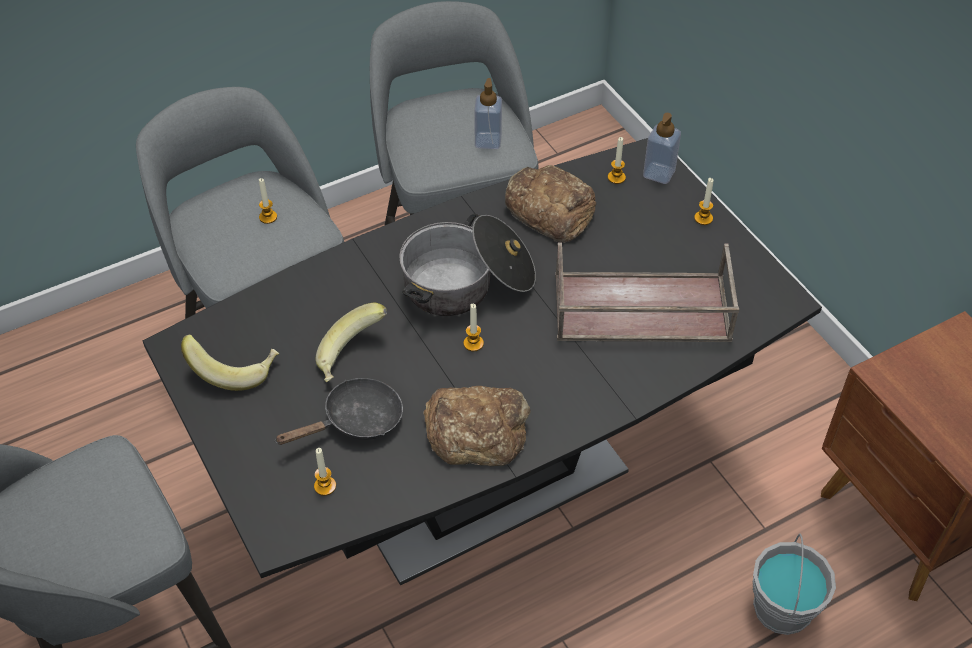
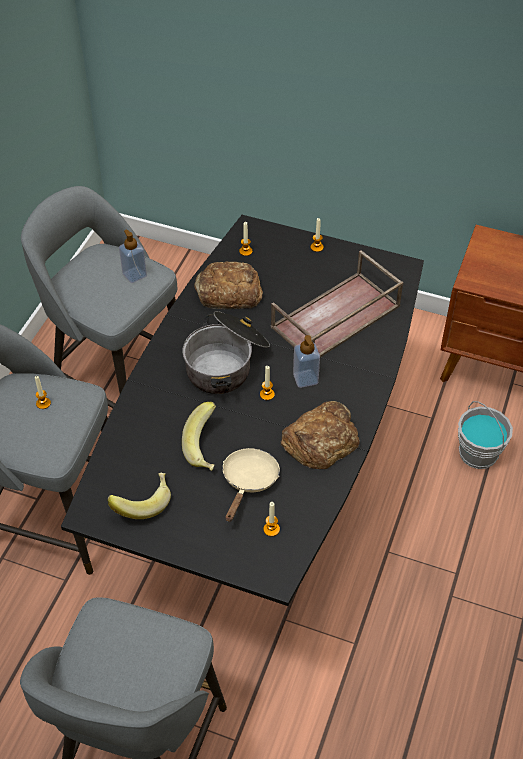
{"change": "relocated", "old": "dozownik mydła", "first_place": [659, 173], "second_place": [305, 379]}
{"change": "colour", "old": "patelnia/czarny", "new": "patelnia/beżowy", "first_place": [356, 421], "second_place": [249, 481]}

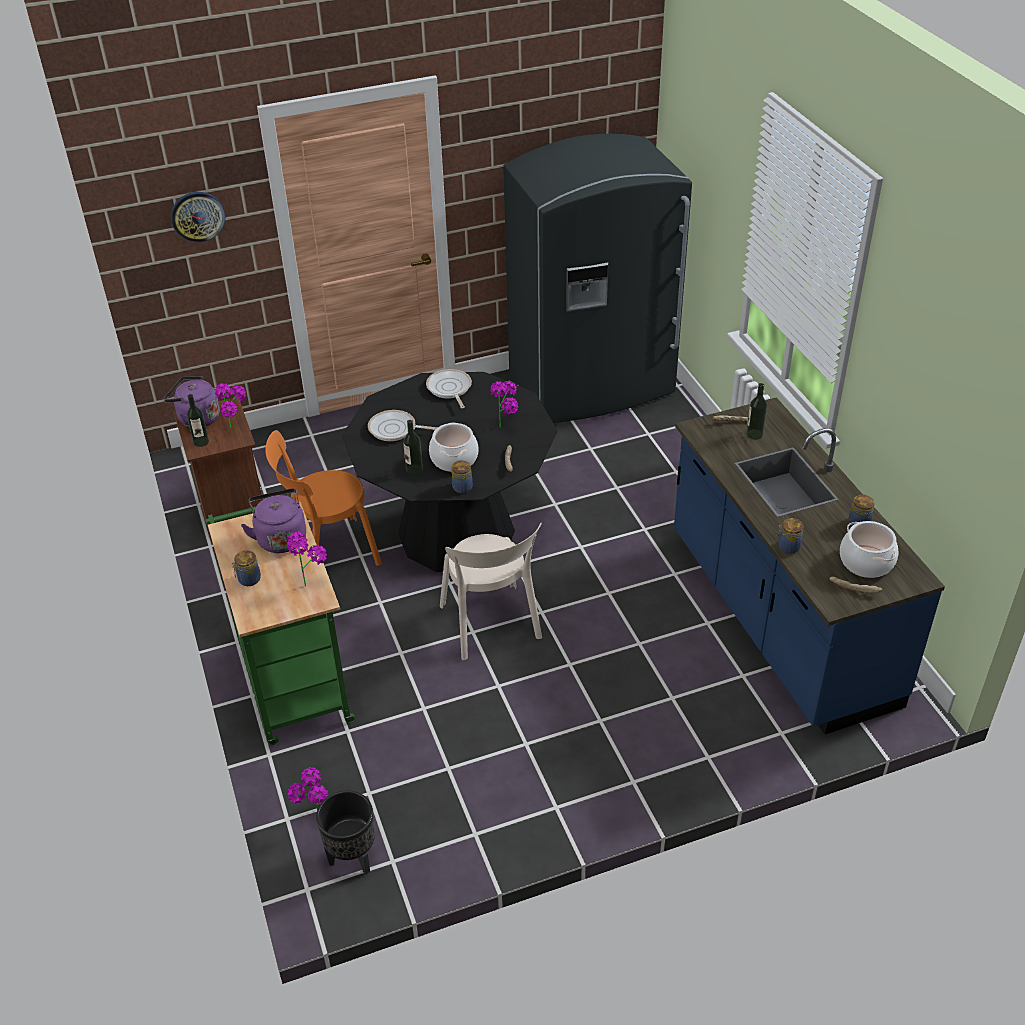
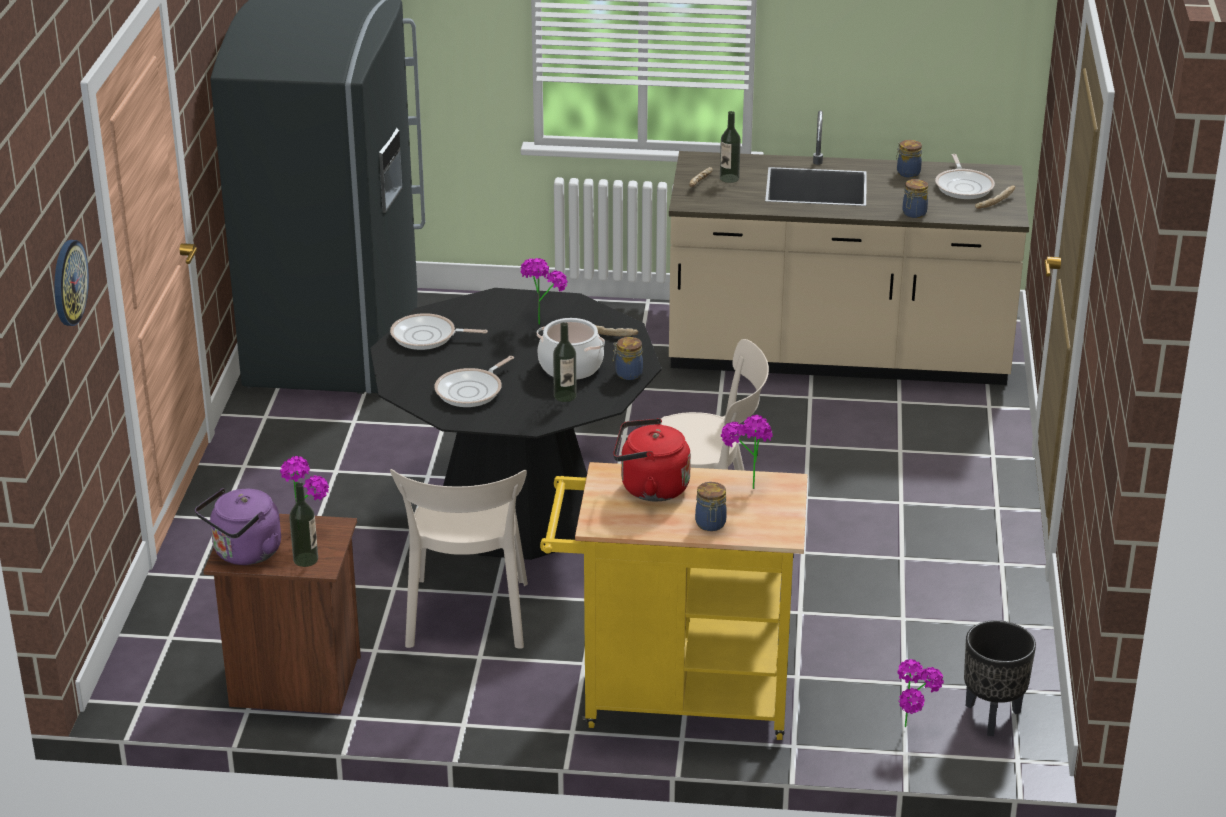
{"change": "colour", "old": "zabudowa kuchenna/niebieski", "new": "zabudowa kuchenna/beżowy", "first_place": [778, 619], "second_place": [838, 357]}
{"change": "colour", "old": "krzesło/pomarańczowy", "new": "krzesło/beżowy", "first_place": [328, 554], "second_place": [467, 619]}
{"change": "colour", "old": "czajnik/fioletowy", "new": "czajnik/czerwony", "first_place": [280, 537], "second_place": [650, 488]}
{"change": "colour", "old": "wózek/zielony", "new": "wózek/żółty", "first_place": [292, 676], "second_place": [673, 698]}
{"change": "exchanged", "old": "garnek", "new": "patelnia", "first_place": [866, 562], "second_place": [964, 186]}

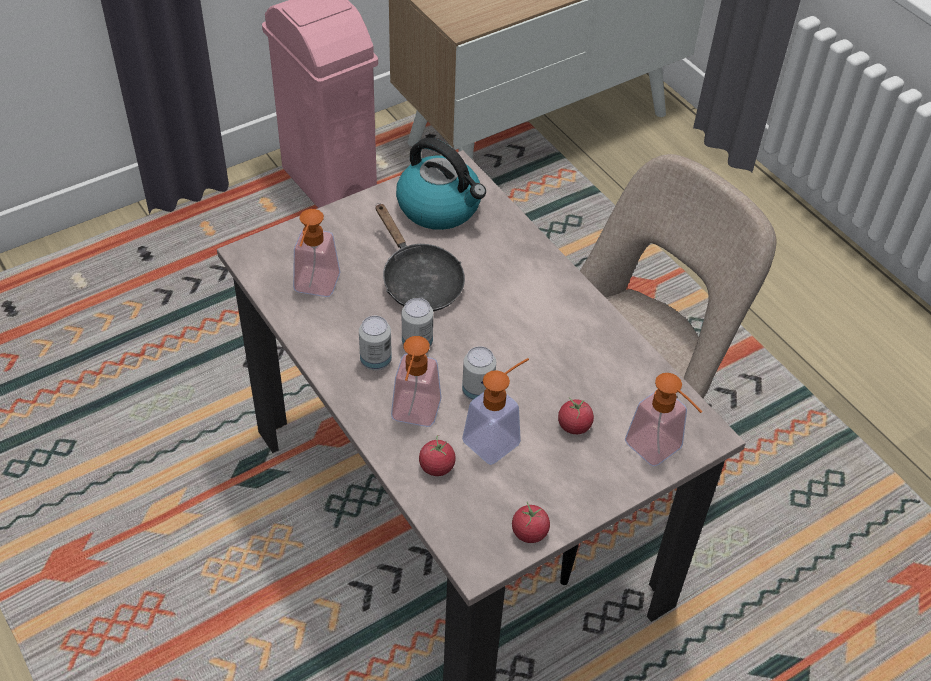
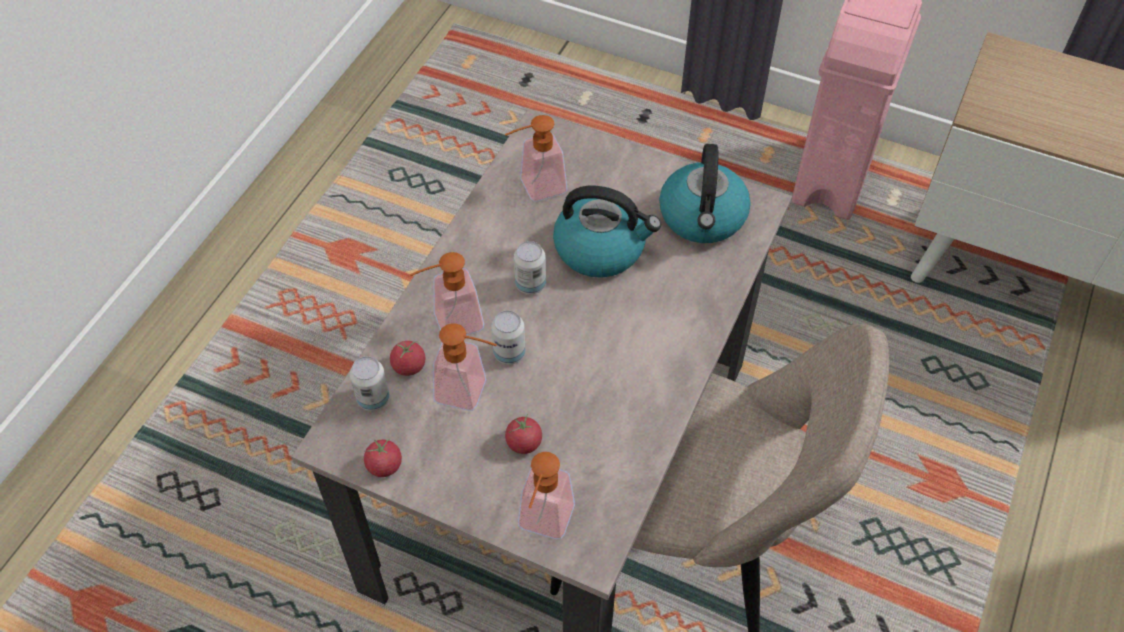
{"change": "exchanged", "old": "patelnia/czarny", "new": "czajnik", "first_place": [418, 281], "second_place": [601, 249]}
{"change": "relocated", "old": "puszka", "first_place": [376, 361], "second_place": [373, 399]}

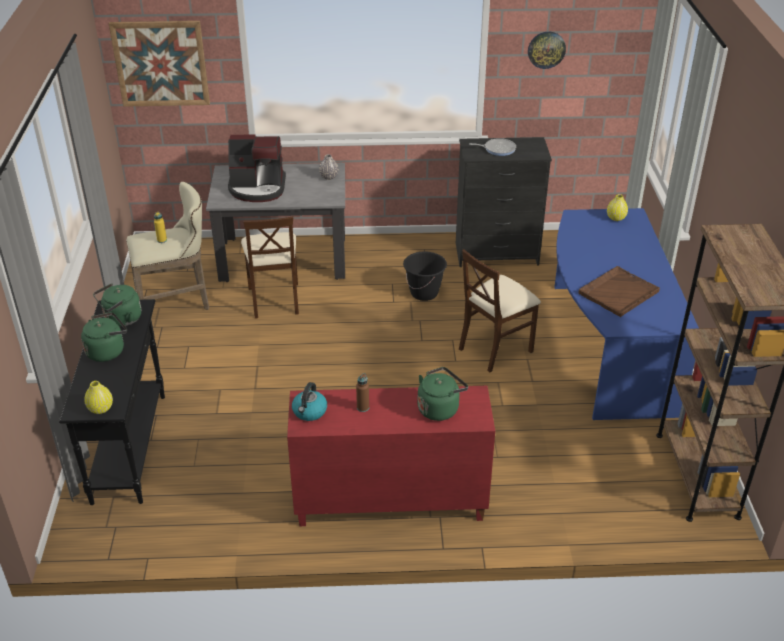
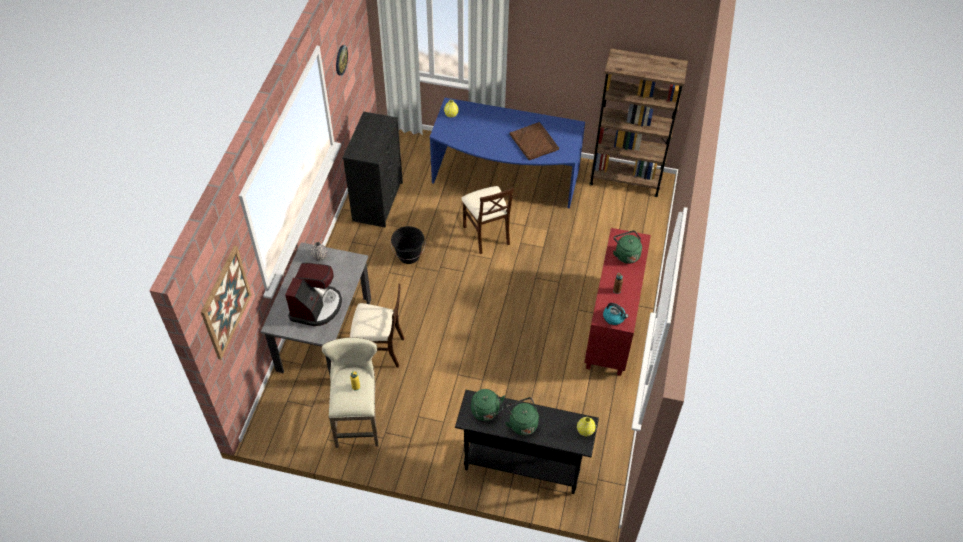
{"change": "missing", "old": "patelnia", "first_place": [498, 149]}

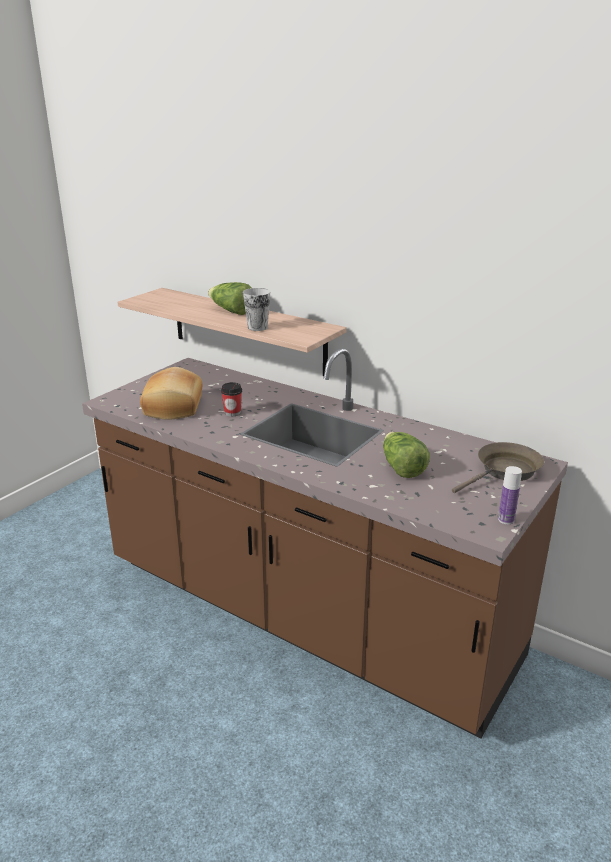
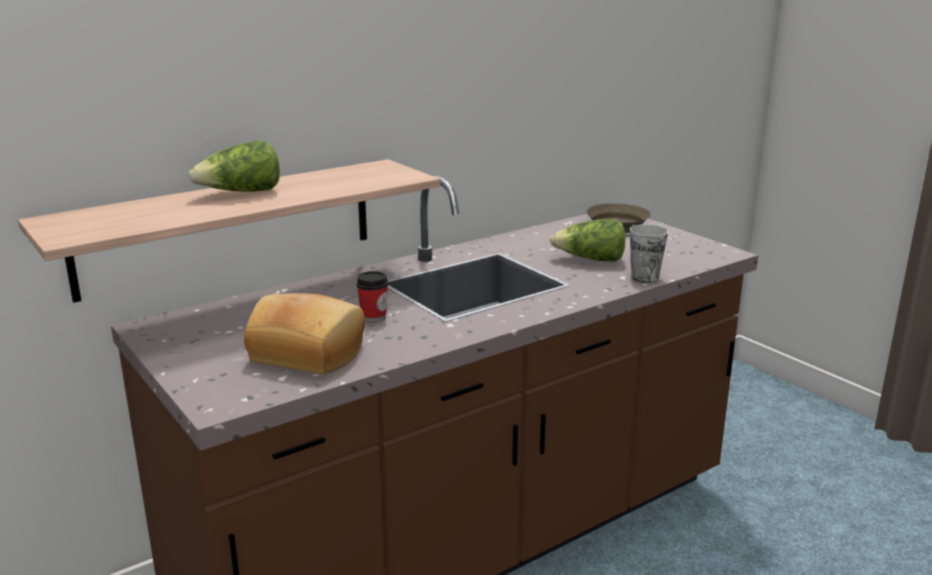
{"change": "relocated", "old": "filiżanka", "first_place": [257, 327], "second_place": [645, 277]}
{"change": "missing", "old": "butelka", "first_place": [506, 519]}

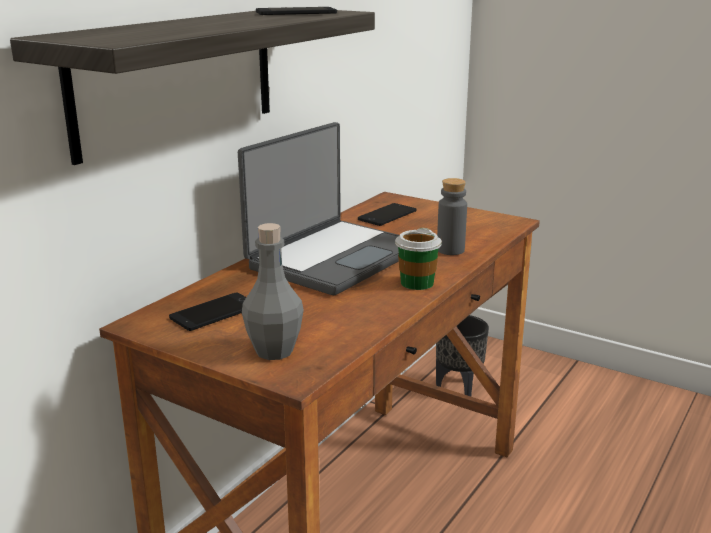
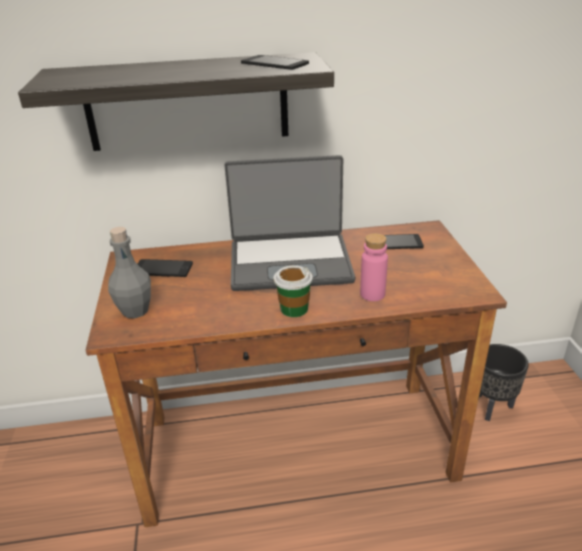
{"change": "colour", "old": "butelka/szary", "new": "butelka/różowy", "first_place": [450, 250], "second_place": [372, 294]}

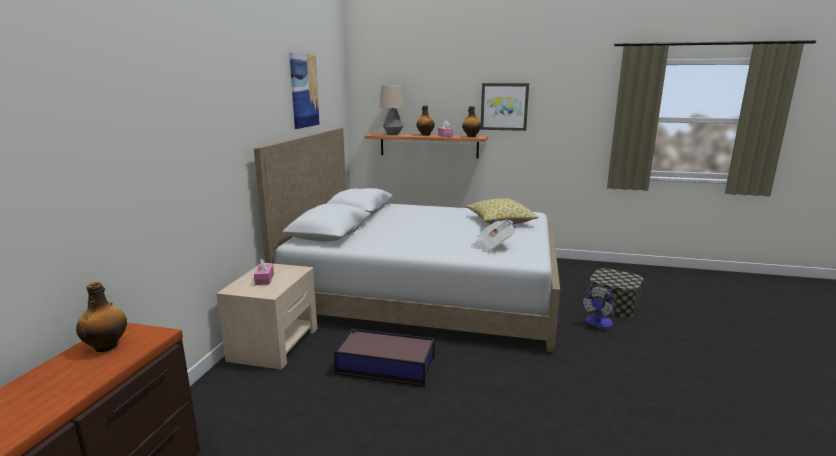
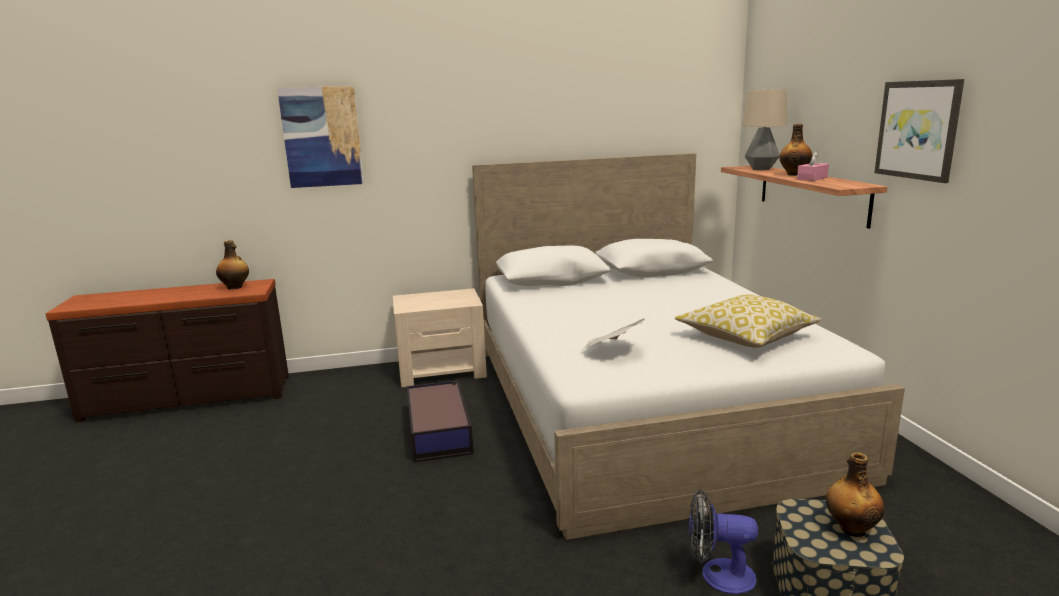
{"change": "relocated", "old": "obraz", "first_place": [304, 91], "second_place": [322, 137]}
{"change": "relocated", "old": "butelka", "first_place": [471, 136], "second_place": [851, 528]}
{"change": "missing", "old": "pudełko chusteczek/różowy", "first_place": [264, 279]}

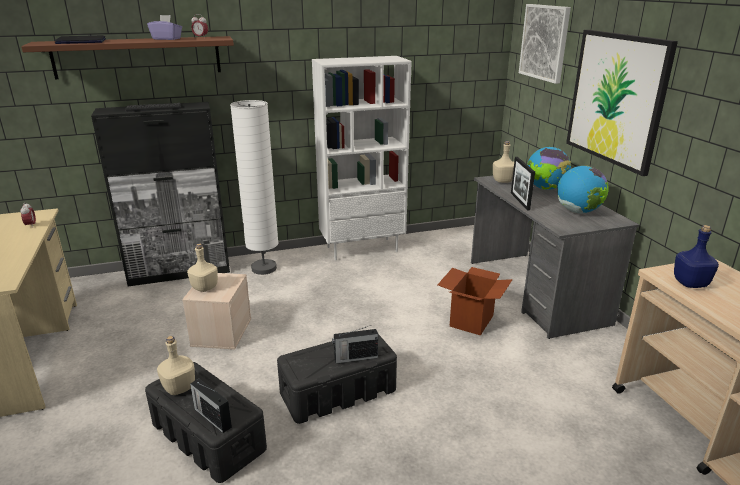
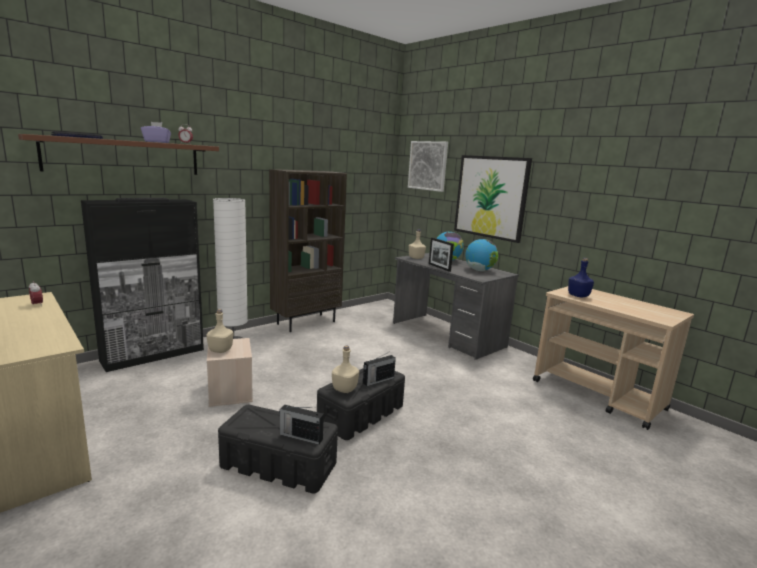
{"change": "colour", "old": "regał/biały", "new": "regał/brązowy", "first_place": [362, 248], "second_place": [306, 322]}
{"change": "missing", "old": "karton", "first_place": [471, 320]}
{"change": "relocated", "old": "butelka/beżowy", "first_place": [180, 387], "second_place": [345, 389]}

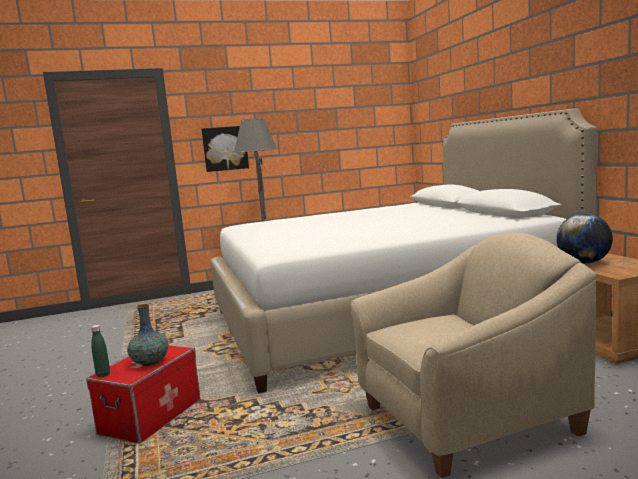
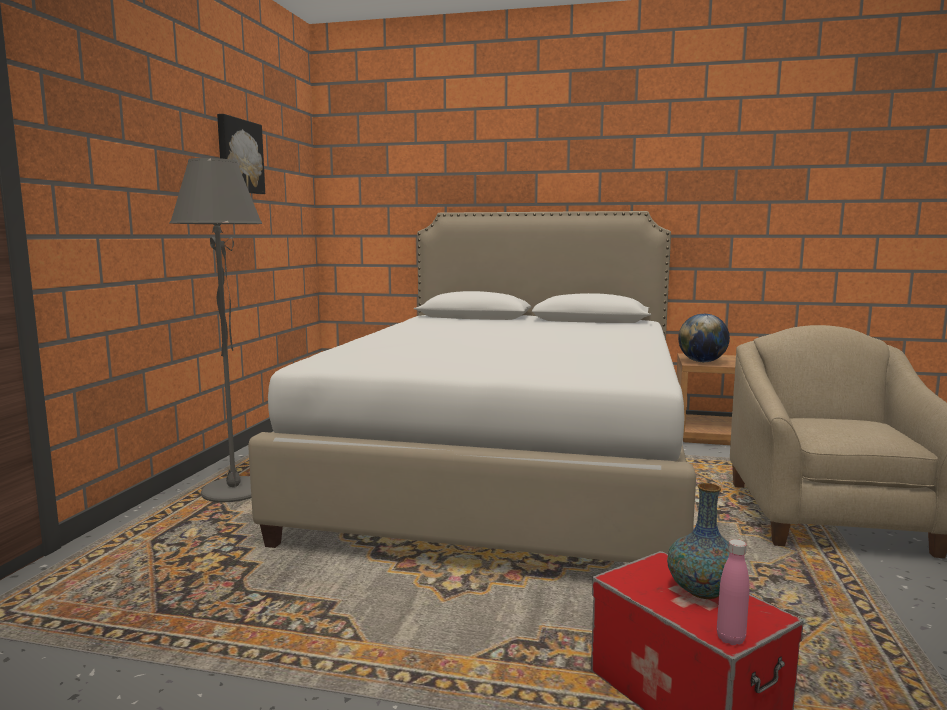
{"change": "relocated", "old": "obraz", "first_place": [225, 148], "second_place": [239, 156]}
{"change": "colour", "old": "butelka/zielony", "new": "butelka/różowy", "first_place": [103, 375], "second_place": [730, 639]}

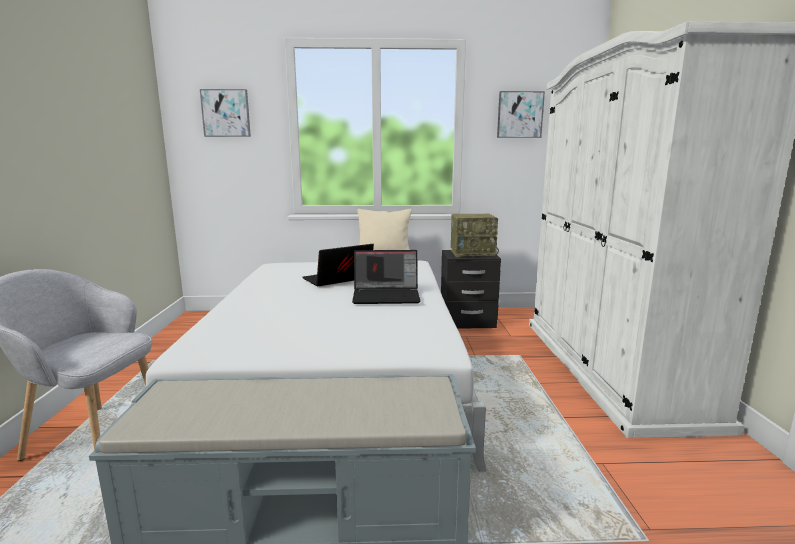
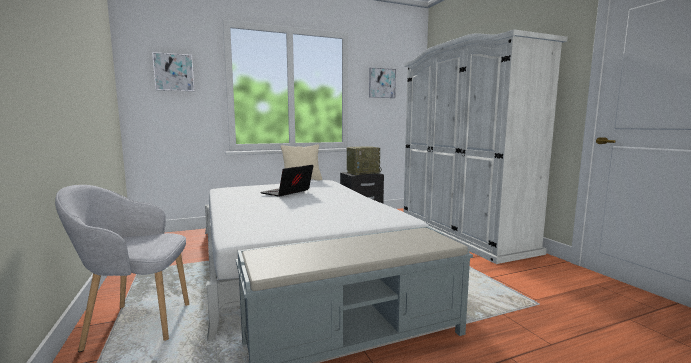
{"change": "missing", "old": "laptop", "first_place": [387, 296]}

